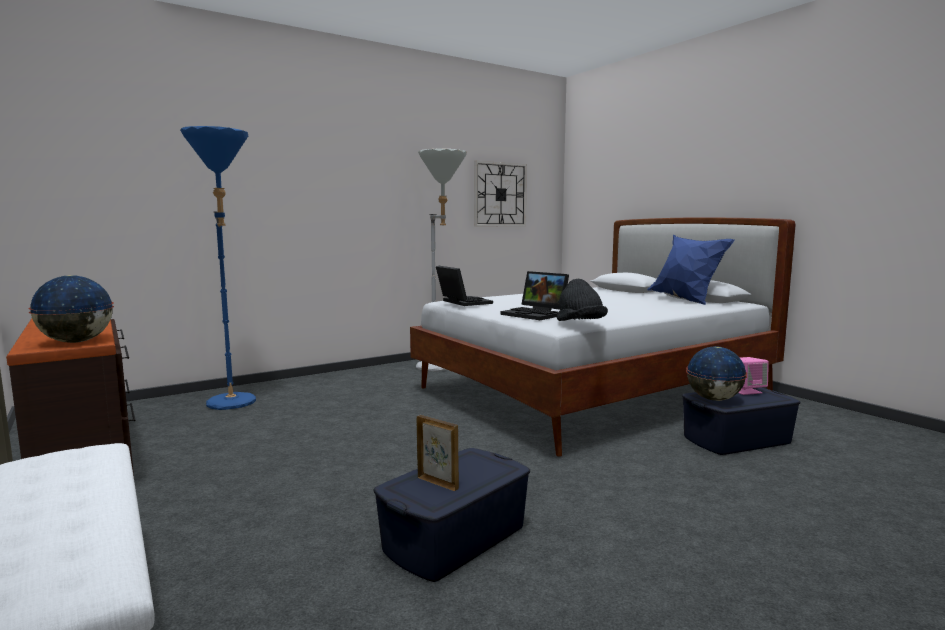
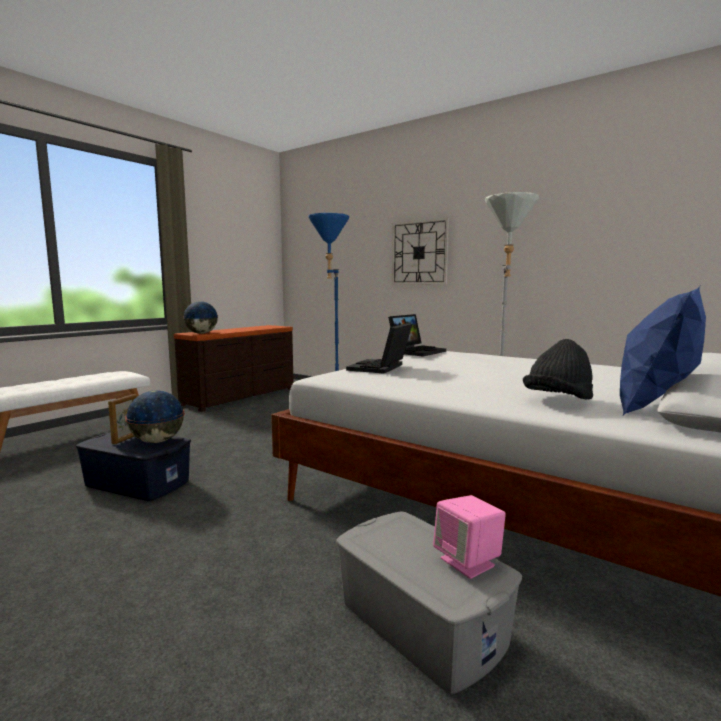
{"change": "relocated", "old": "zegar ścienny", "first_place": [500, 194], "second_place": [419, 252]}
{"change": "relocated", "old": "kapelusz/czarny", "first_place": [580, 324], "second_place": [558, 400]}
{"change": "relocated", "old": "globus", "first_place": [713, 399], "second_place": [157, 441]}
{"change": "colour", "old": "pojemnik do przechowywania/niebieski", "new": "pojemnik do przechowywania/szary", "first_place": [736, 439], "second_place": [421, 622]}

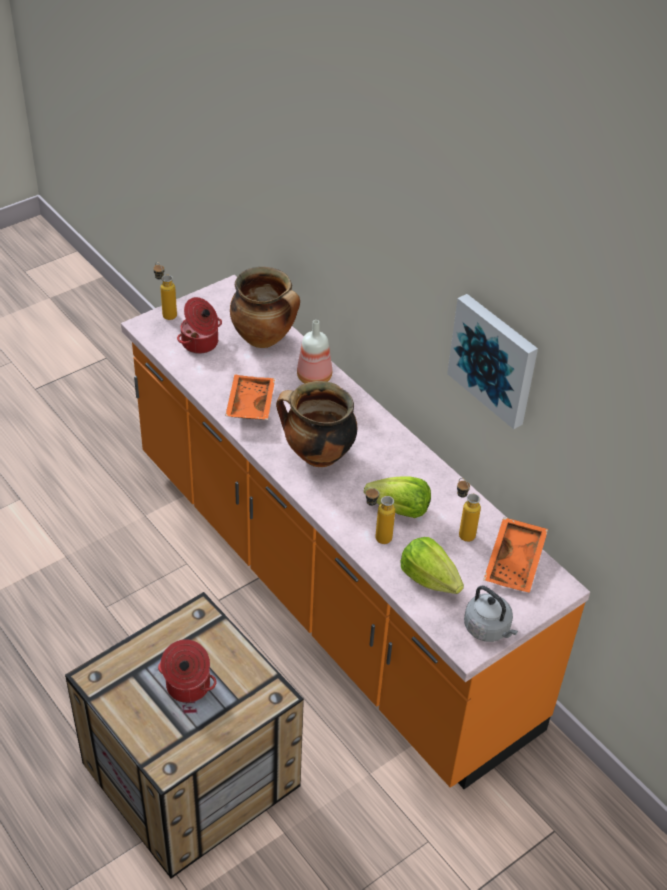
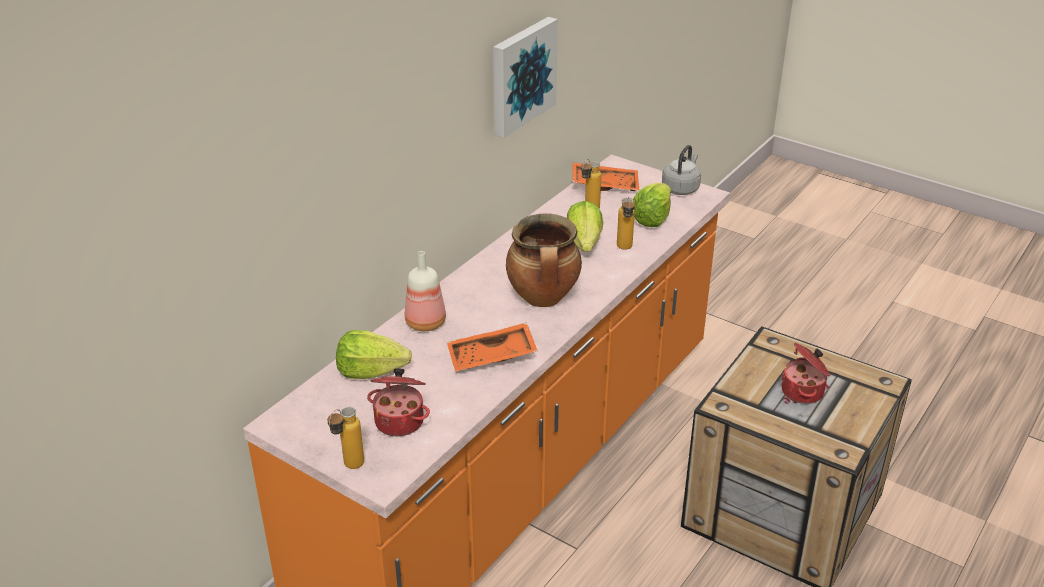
{"change": "exchanged", "old": "garnek", "new": "sałata", "first_place": [265, 338], "second_place": [371, 371]}

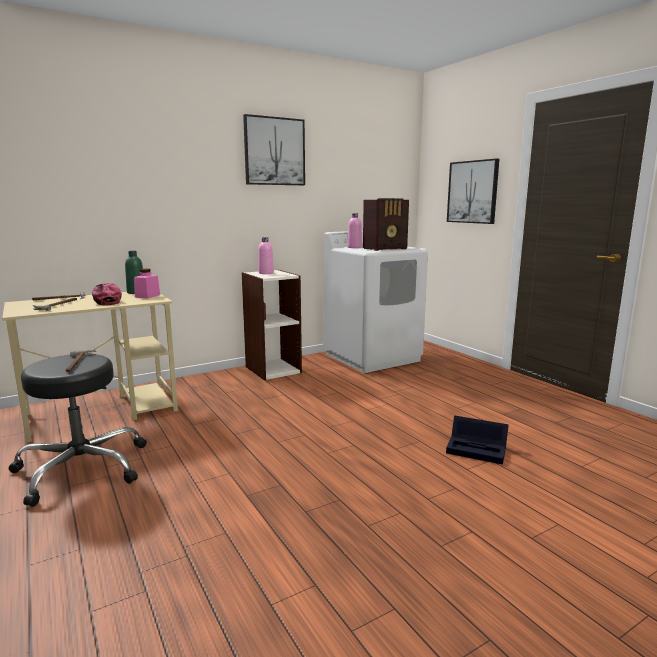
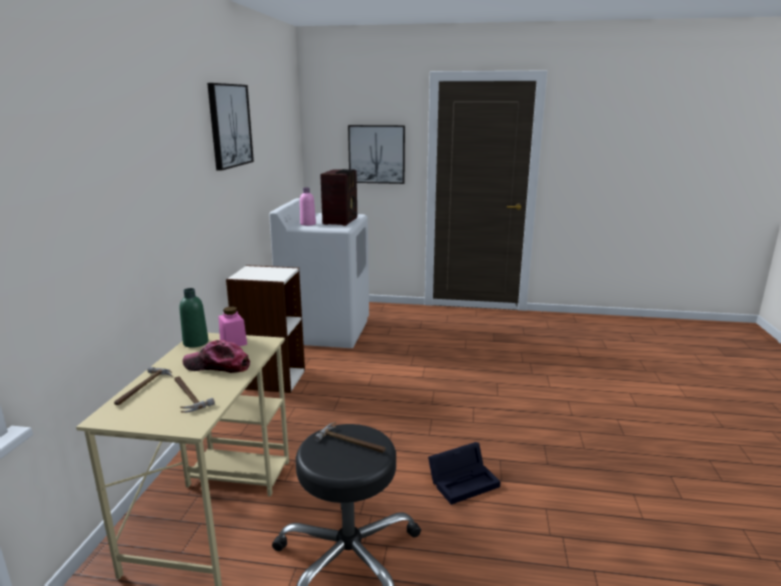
{"change": "missing", "old": "butelka/różowy", "first_place": [266, 273]}
{"change": "relocated", "old": "pojemnik do przechowywania/czarny", "first_place": [478, 449], "second_place": [464, 481]}

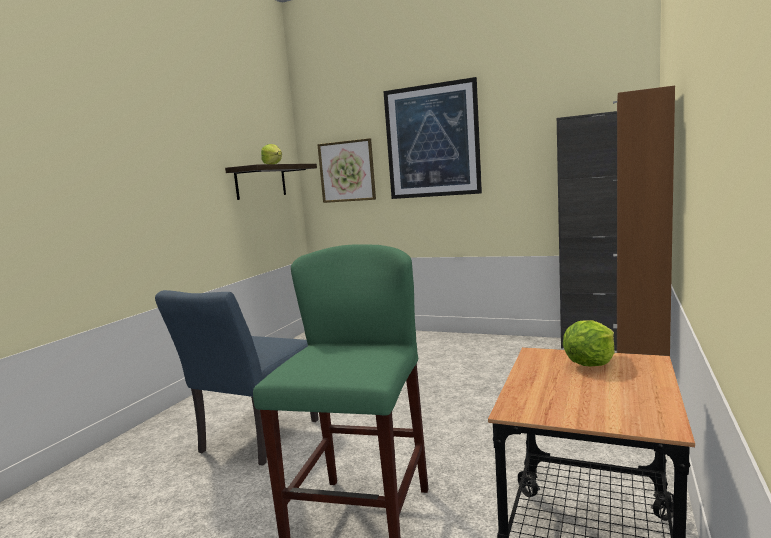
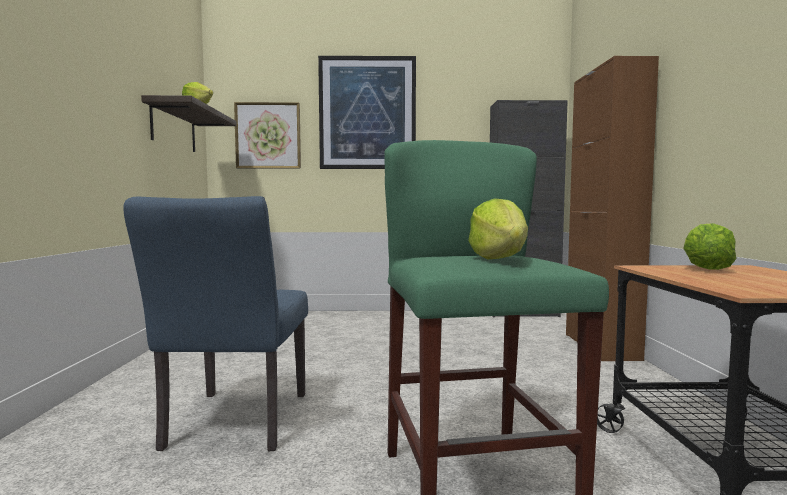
{"change": "appeared", "new": "sałata", "second_place": [499, 259]}

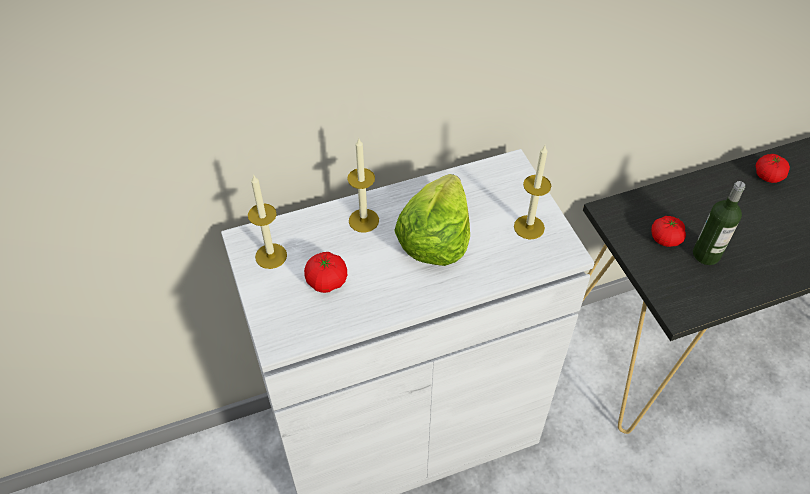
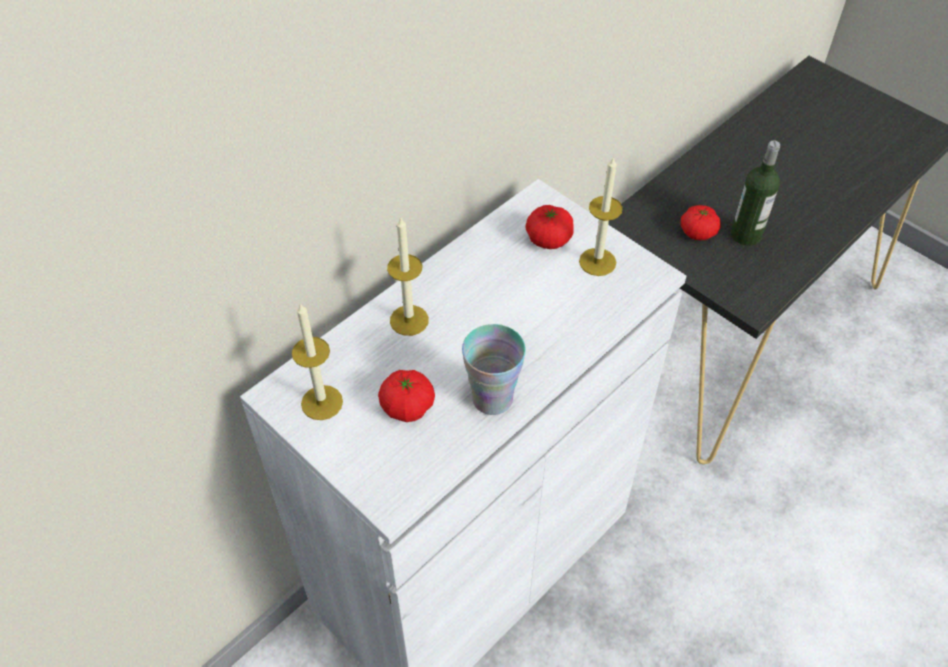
{"change": "relocated", "old": "pomidor", "first_place": [768, 176], "second_place": [548, 239]}
{"change": "missing", "old": "sałata", "first_place": [434, 238]}
{"change": "appeared", "new": "filiżanka", "second_place": [492, 398]}

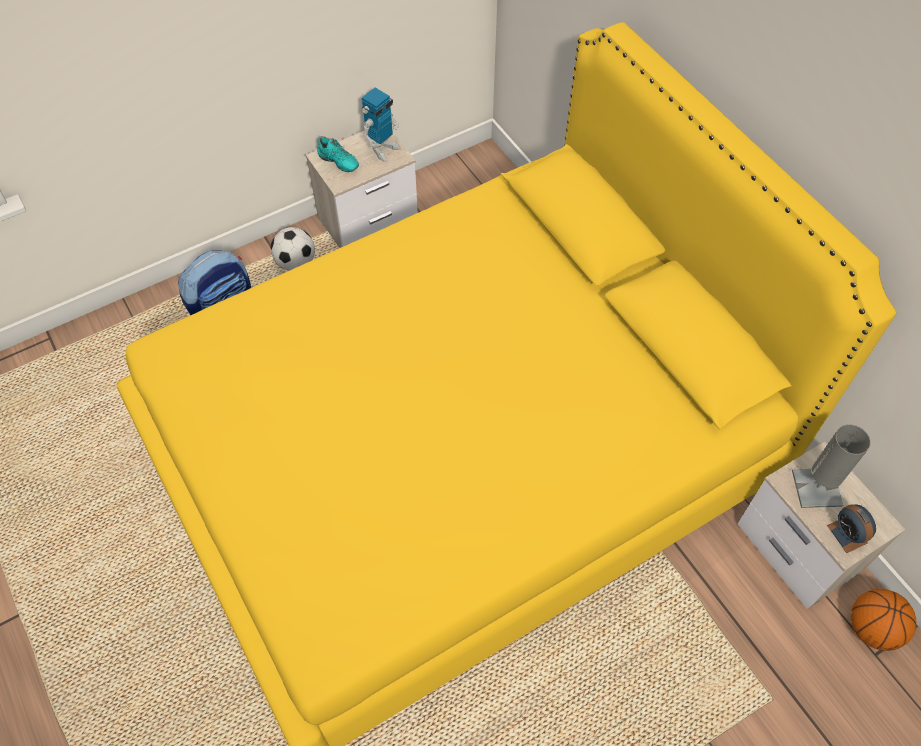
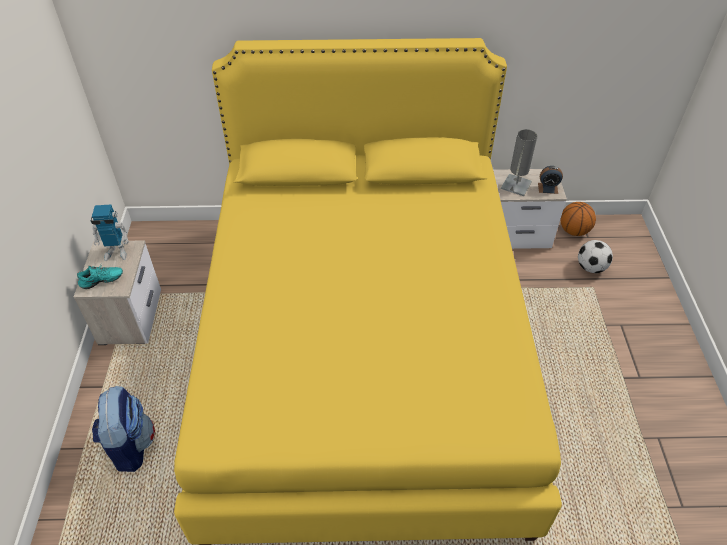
{"change": "spun", "old": "robot zabawkowy", "first_place": [383, 149], "second_place": [116, 252], "degrees": 105}
{"change": "relocated", "old": "piłka futbolowa", "first_place": [296, 262], "second_place": [590, 267]}

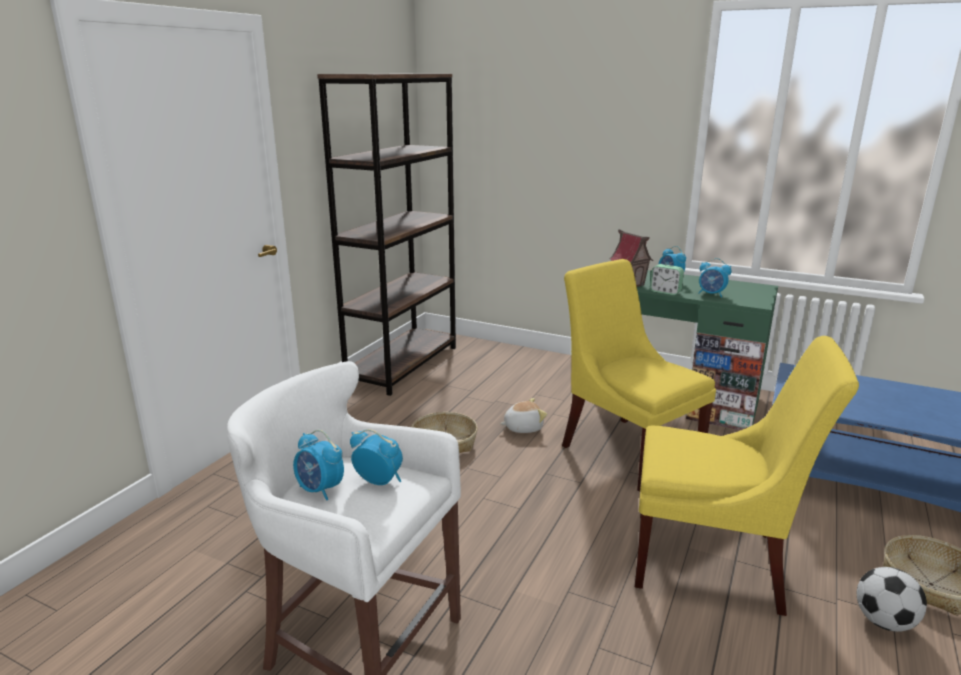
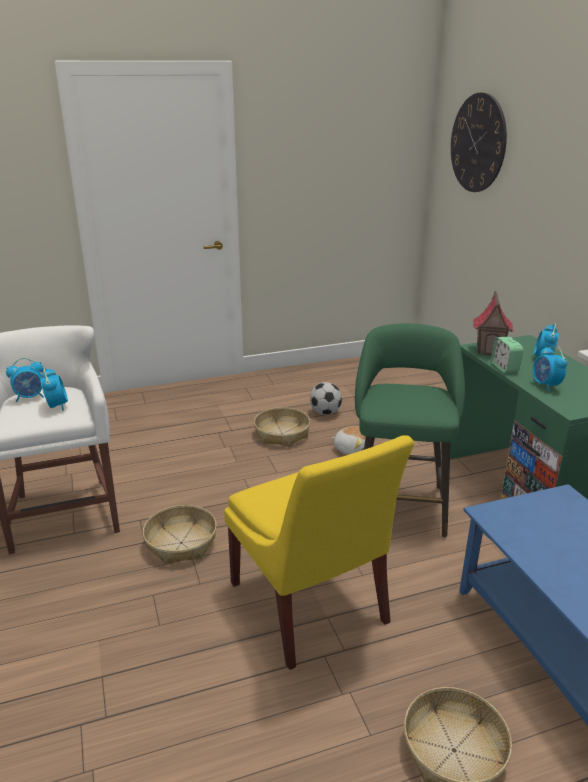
{"change": "missing", "old": "regał/brązowy", "first_place": [403, 365]}
{"change": "exchanged", "old": "krzesło/żółty", "new": "stołek/zielony", "first_place": [627, 449], "second_place": [399, 503]}
{"change": "spun", "old": "budzik", "first_place": [320, 490], "second_place": [30, 397], "degrees": -105}
{"change": "relocated", "old": "piłka futbolowa", "first_place": [884, 622], "second_place": [325, 413]}
{"change": "appeared", "new": "zegar ścienny", "second_place": [478, 143]}
{"change": "appeared", "new": "koszyk", "second_place": [181, 543]}

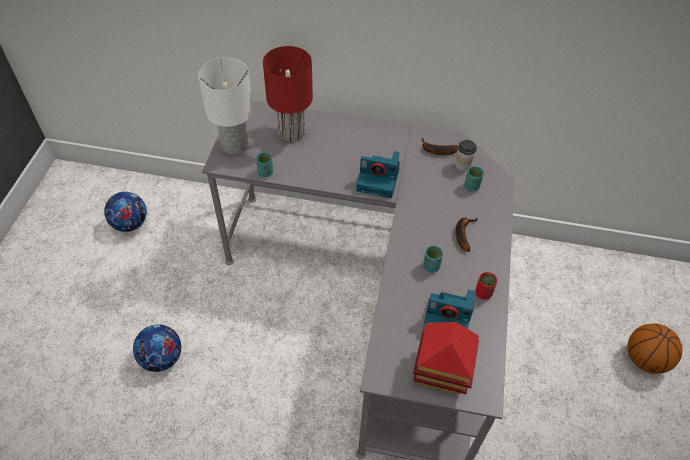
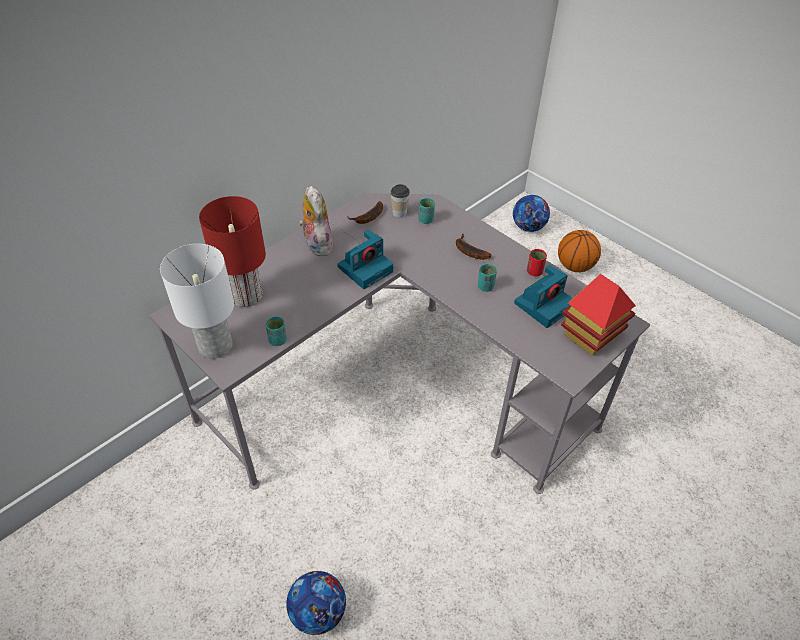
{"change": "relocated", "old": "piłka futbolowa", "first_place": [130, 224], "second_place": [528, 227]}
{"change": "appeared", "new": "pluszak", "second_place": [316, 244]}

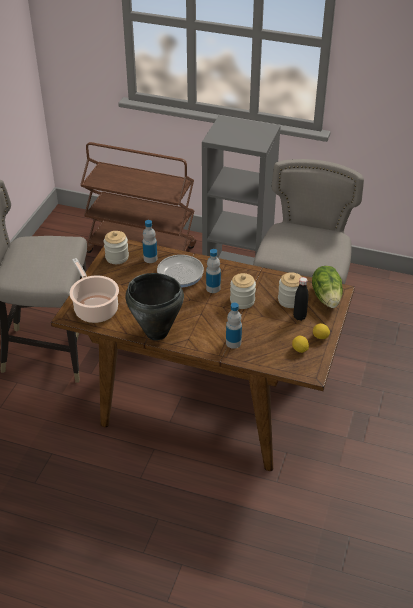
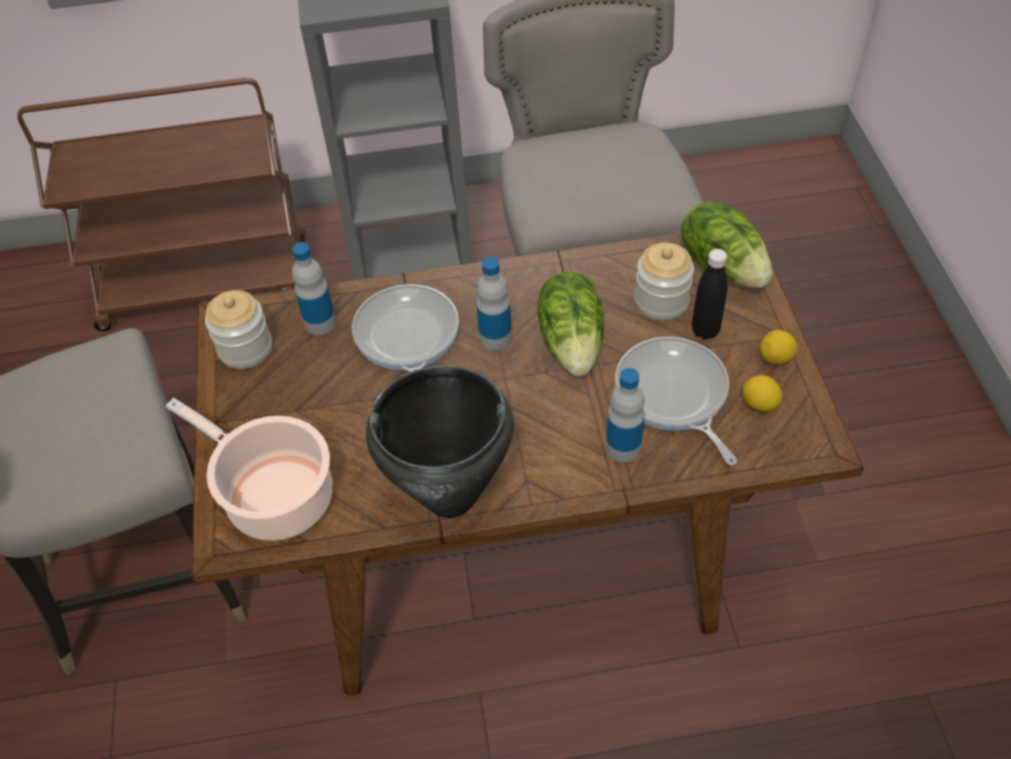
{"change": "exchanged", "old": "słoik", "new": "sałata", "first_place": [242, 301], "second_place": [573, 342]}
{"change": "appeared", "new": "patelnia", "second_place": [673, 395]}

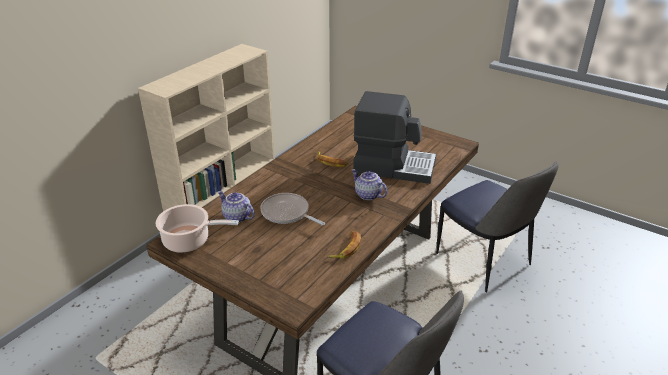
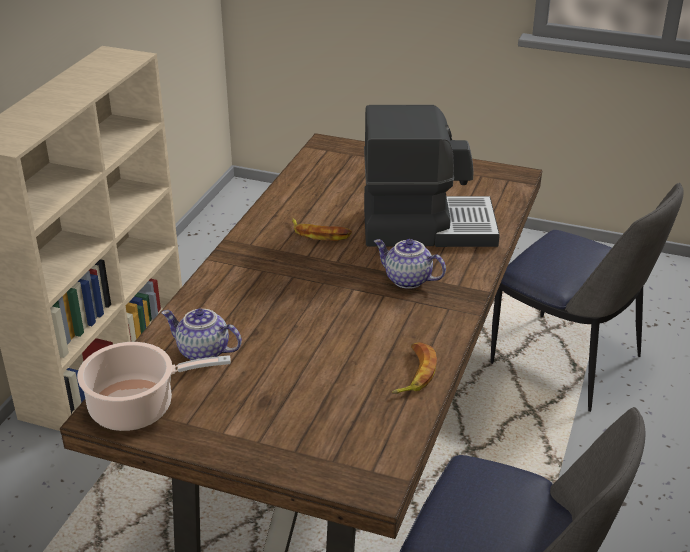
{"change": "missing", "old": "patelnia", "first_place": [287, 213]}

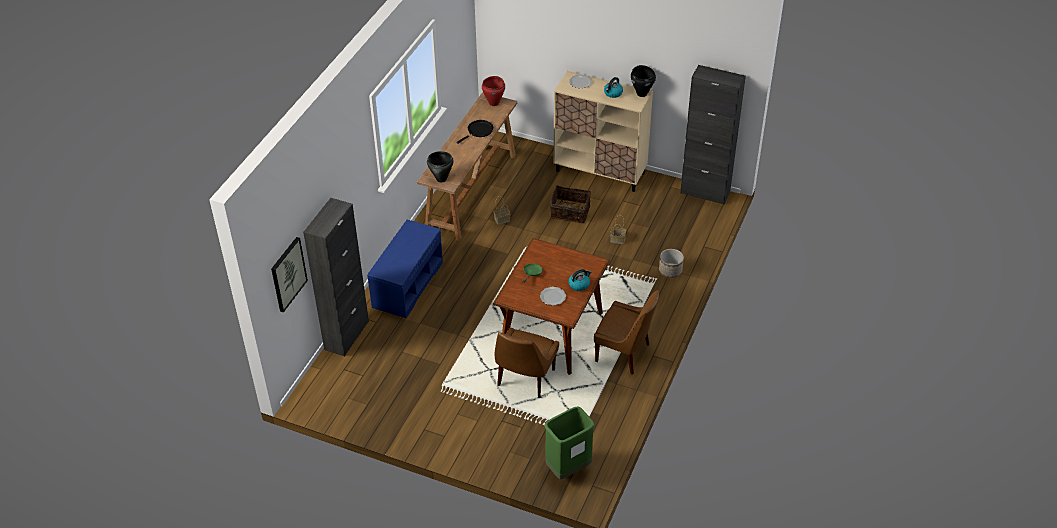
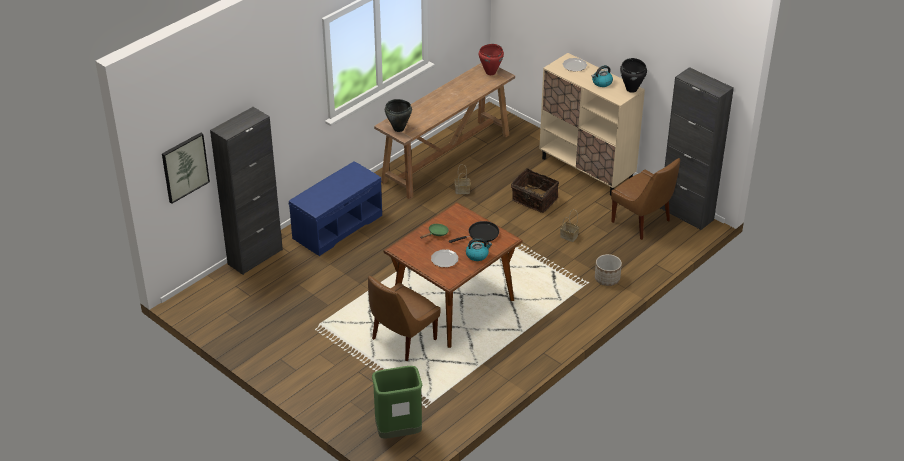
{"change": "relocated", "old": "patelnia/czarny", "first_place": [478, 131], "second_place": [481, 234]}
{"change": "relocated", "old": "krzesło/brązowy", "first_place": [624, 353], "second_place": [642, 222]}

